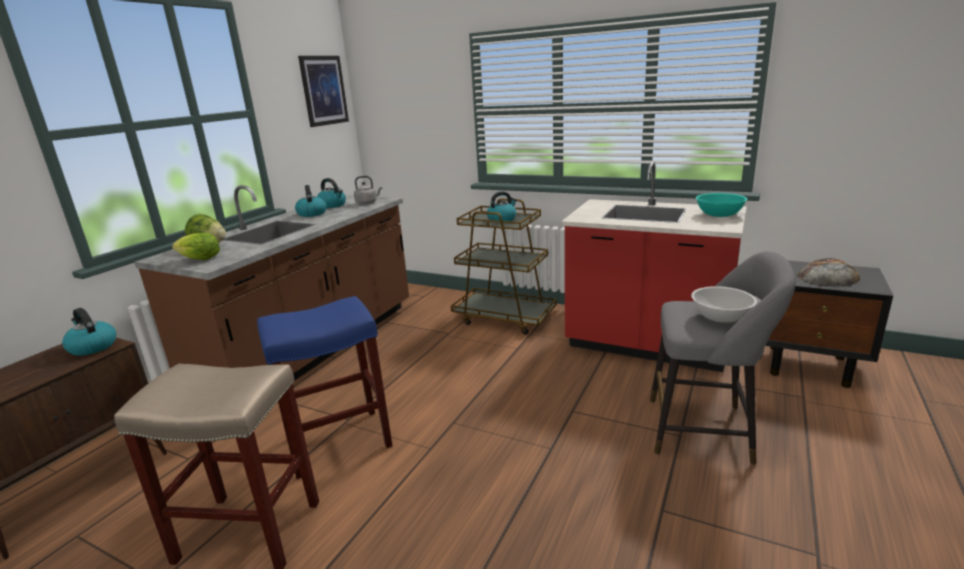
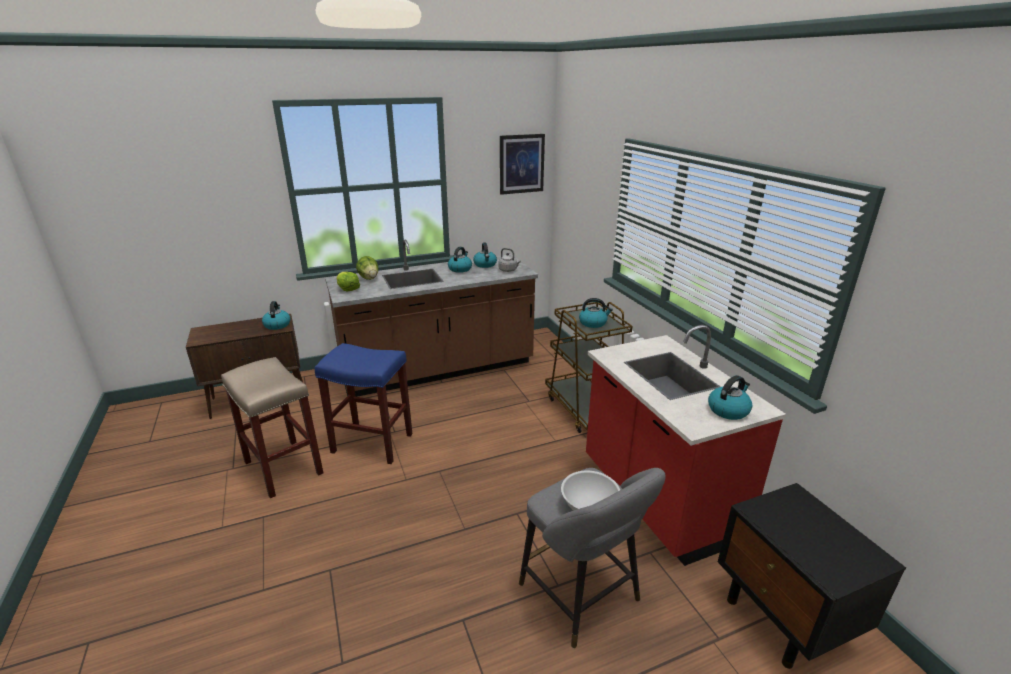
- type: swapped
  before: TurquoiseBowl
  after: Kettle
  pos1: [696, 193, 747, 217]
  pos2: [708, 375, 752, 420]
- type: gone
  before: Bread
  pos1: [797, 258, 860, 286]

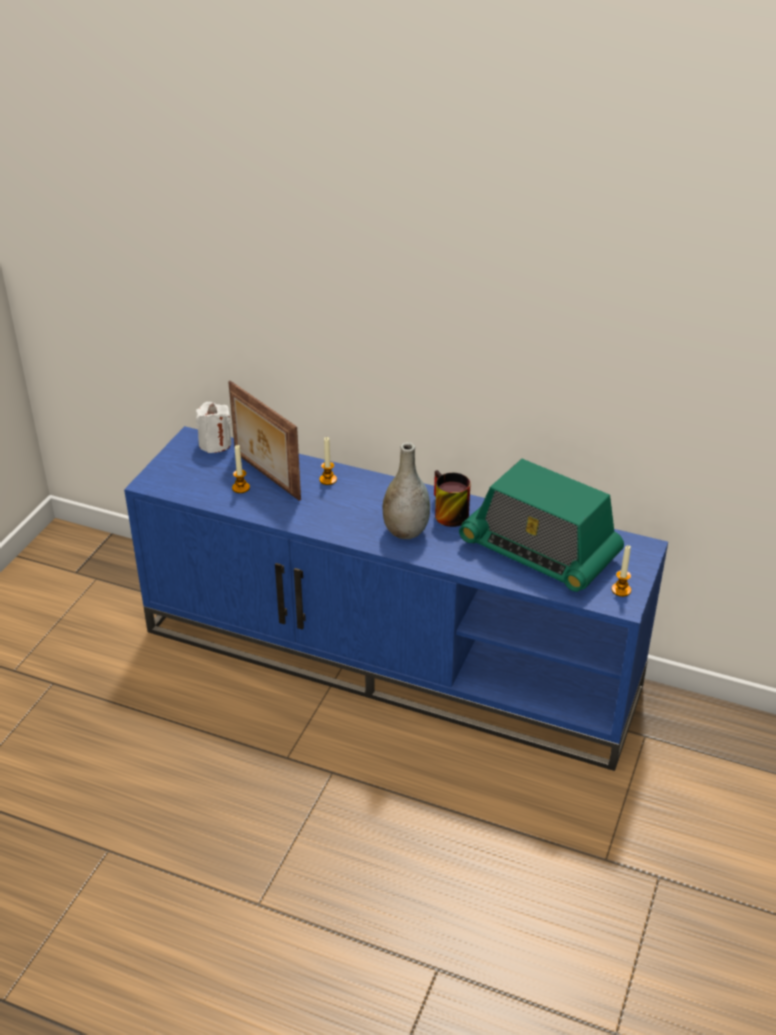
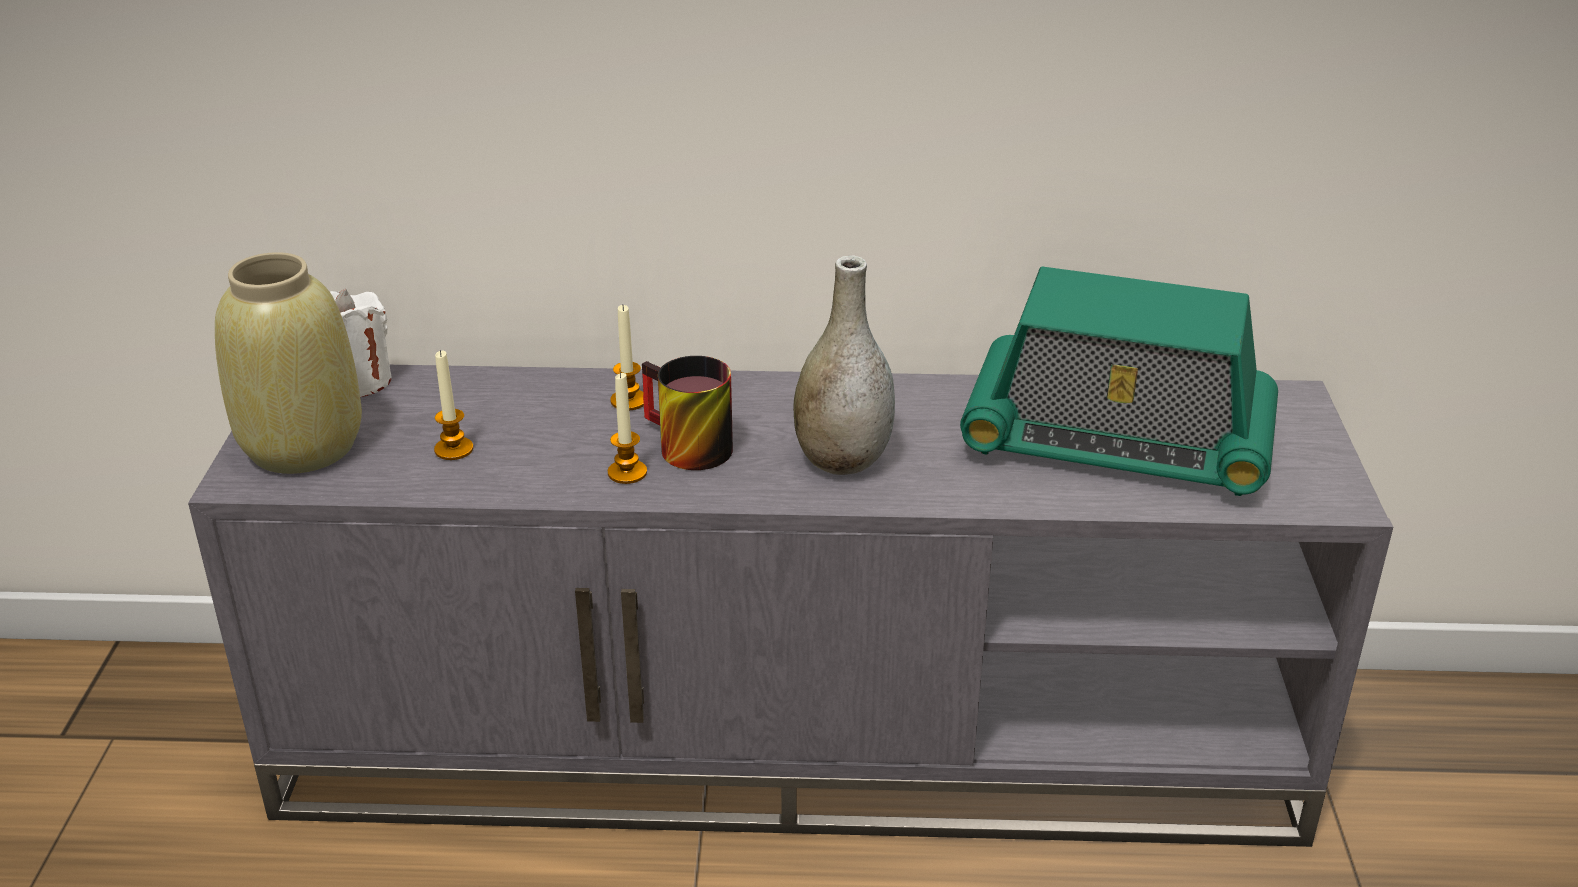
- type: gone
  before: PictureFrame
  pos1: [228, 381, 301, 501]
- type: repainted
  before: BlueTvStand
  after: GreyTvStand
  pos1: [124, 426, 668, 771]
  pos2: [188, 365, 1393, 847]
- type: shifted
  before: Mug
  pos1: [434, 470, 471, 527]
  pos2: [642, 356, 733, 470]
- type: shifted
  before: Candle
  pos1: [611, 545, 631, 597]
  pos2: [608, 372, 647, 484]
- type: new
  after: BeigeVase
  pos2: [215, 252, 362, 474]

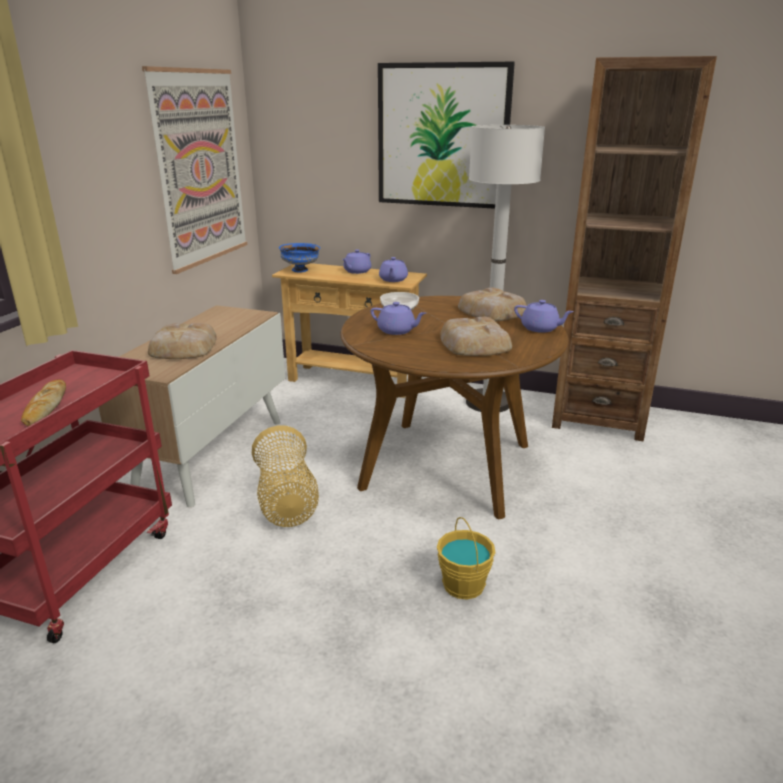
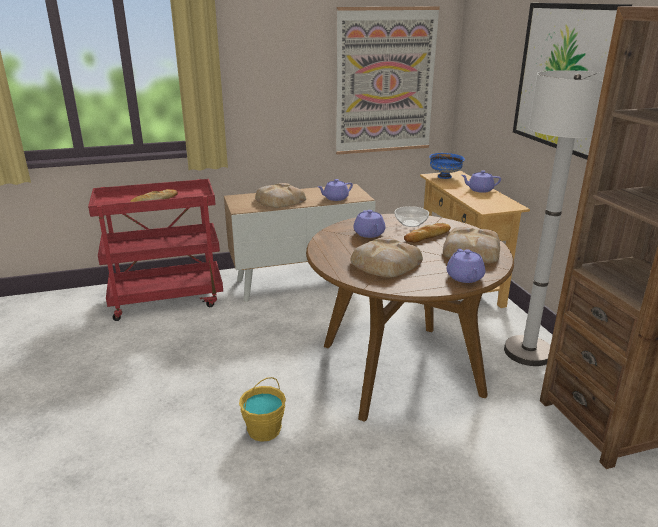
- type: shifted
  before: PurpleTeapot
  pos1: [379, 257, 408, 282]
  pos2: [318, 179, 353, 201]
- type: gone
  before: Basket
  pos1: [252, 425, 319, 527]
- type: new
  after: Bread
  pos2: [404, 223, 451, 243]

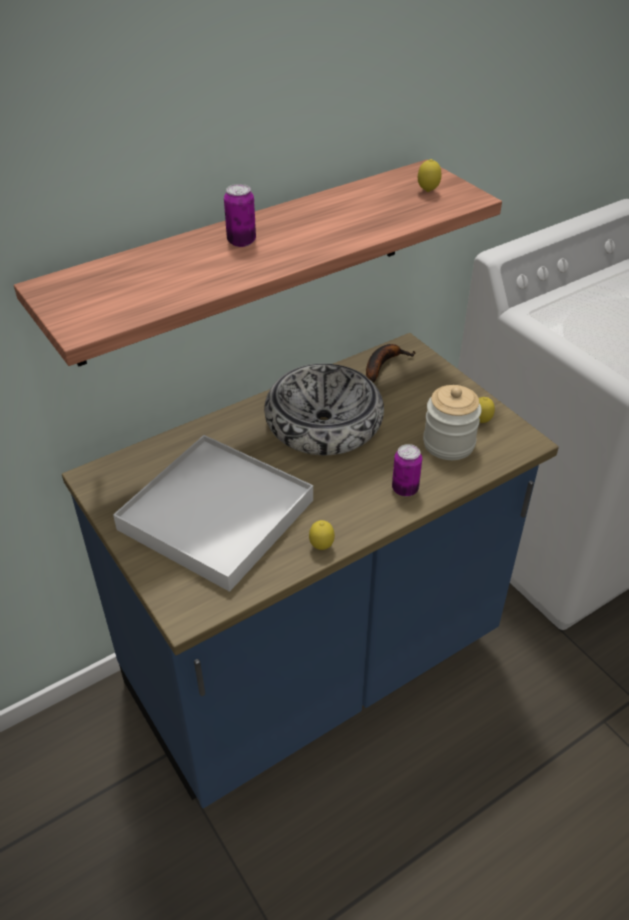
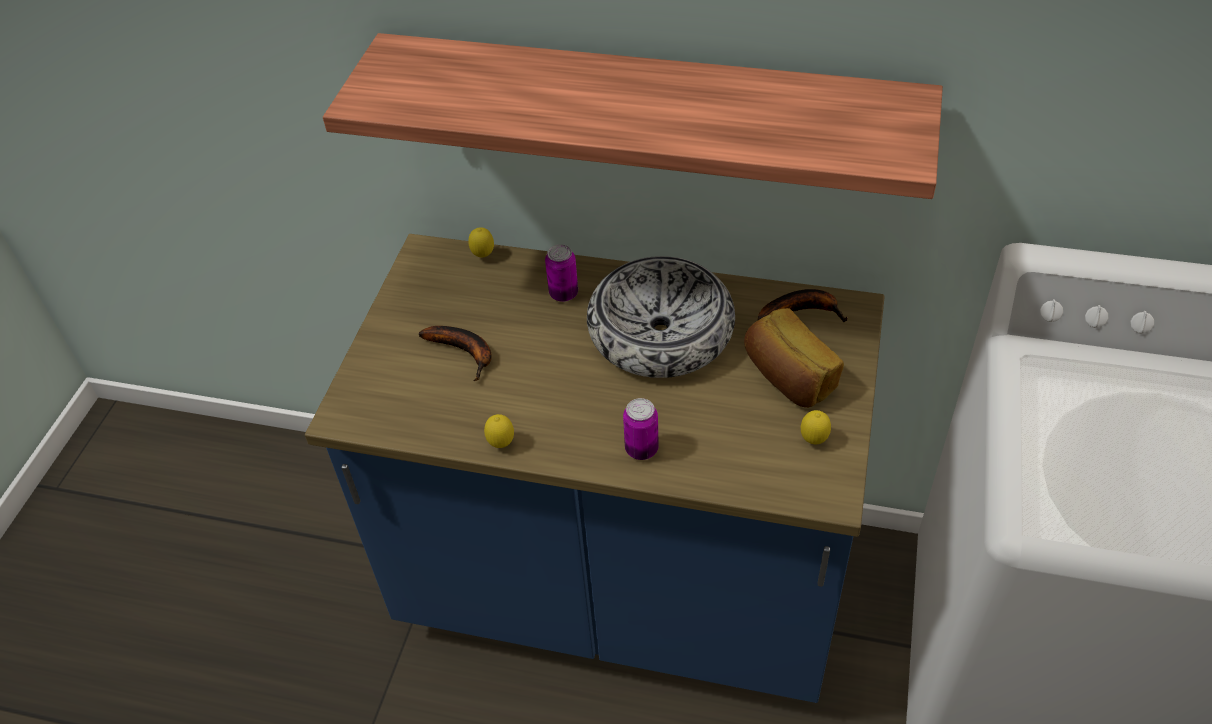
- type: shifted
  before: Lemon
  pos1: [418, 159, 441, 192]
  pos2: [468, 227, 494, 257]
- type: shifted
  before: Can
  pos1: [224, 184, 256, 247]
  pos2: [545, 244, 578, 302]
- type: gone
  before: Jar
  pos1: [423, 385, 482, 460]
- type: swapped
  before: WhiteTray
  after: Banana
  pos1: [113, 435, 313, 592]
  pos2: [418, 326, 492, 381]
- type: new
  after: Bread
  pos2: [744, 308, 844, 408]

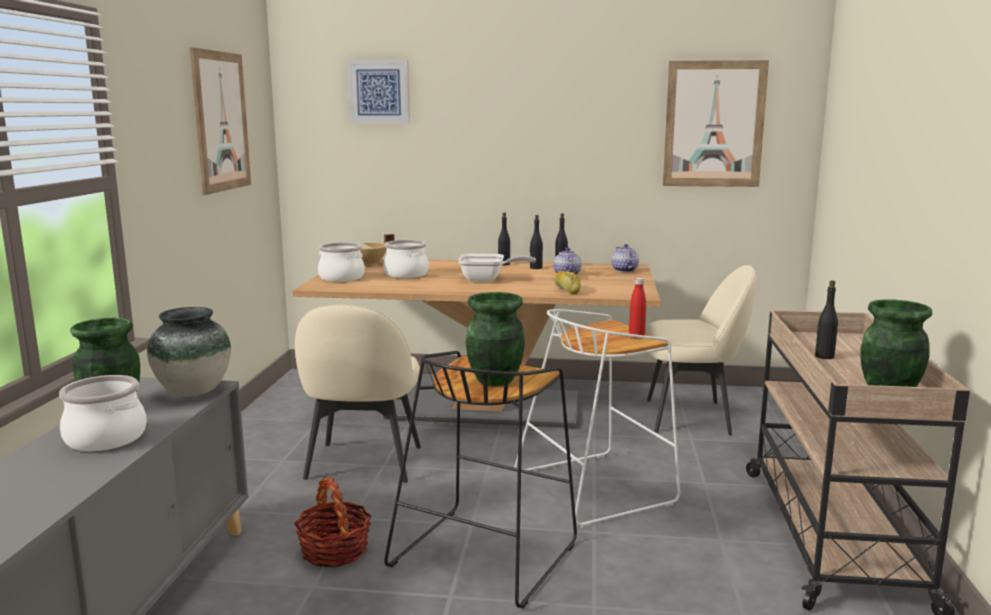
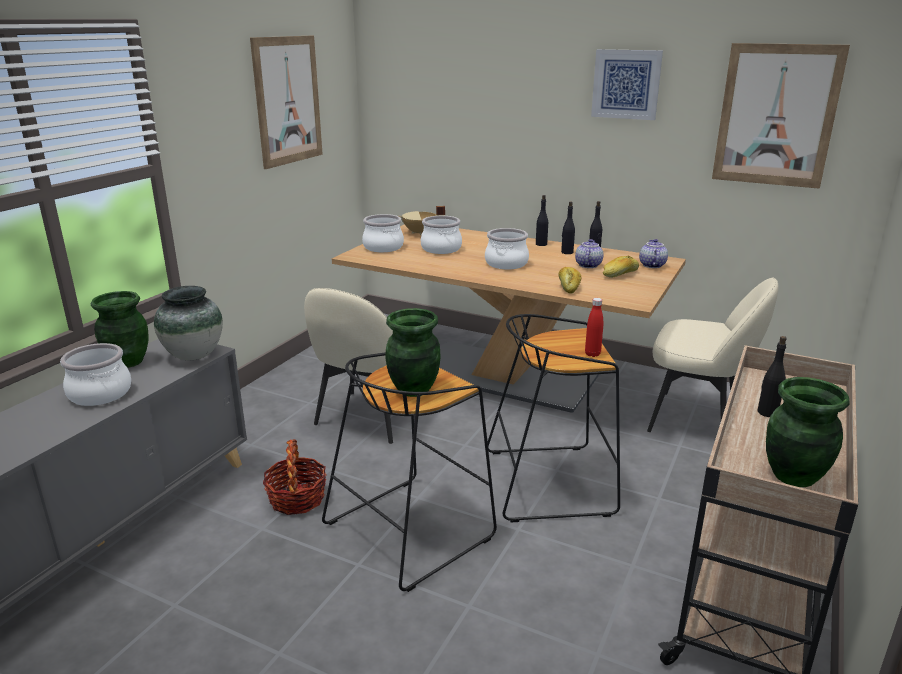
- type: shifted
  before: Picture
  pos1: [347, 60, 410, 124]
  pos2: [591, 49, 663, 120]
- type: swapped
  before: FryingPan
  after: CookingPot
  pos1: [458, 254, 536, 282]
  pos2: [485, 228, 529, 270]
- type: repainted
  before: WhiteStool
  after: BlackStool
  pos1: [515, 309, 680, 528]
  pos2: [488, 314, 620, 522]
- type: new
  after: Bread
  pos2: [603, 255, 639, 278]

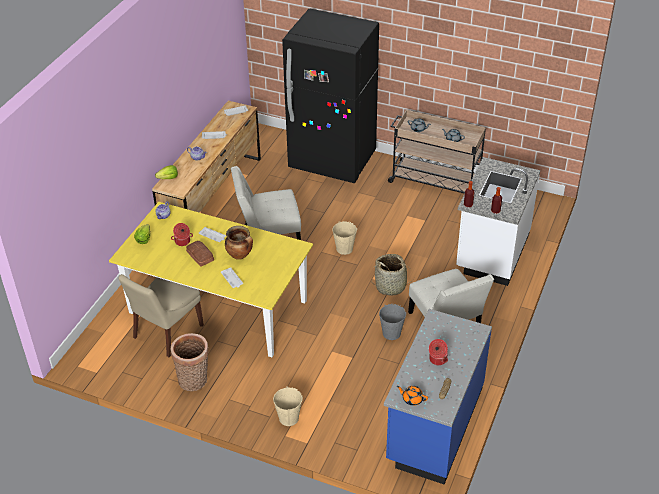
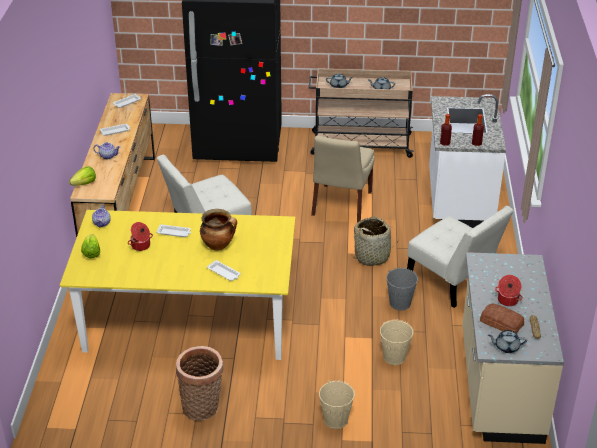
- type: shifted
  before: BeigeBucket
  pos1: [332, 221, 357, 255]
  pos2: [380, 320, 414, 365]
- type: shifted
  before: Bread
  pos1: [186, 241, 214, 267]
  pos2: [480, 304, 524, 334]
- type: shifted
  before: BeigeChair
  pos1: [119, 274, 204, 357]
  pos2: [311, 135, 375, 223]
- type: repainted
  before: BlueCounter
  after: BeigeCounter
  pos1: [384, 309, 492, 484]
  pos2: [462, 252, 564, 444]
- type: repainted
  before: OrangeTeapot
  after: GreyTeapot
  pos1: [397, 386, 428, 406]
  pos2: [488, 330, 527, 353]

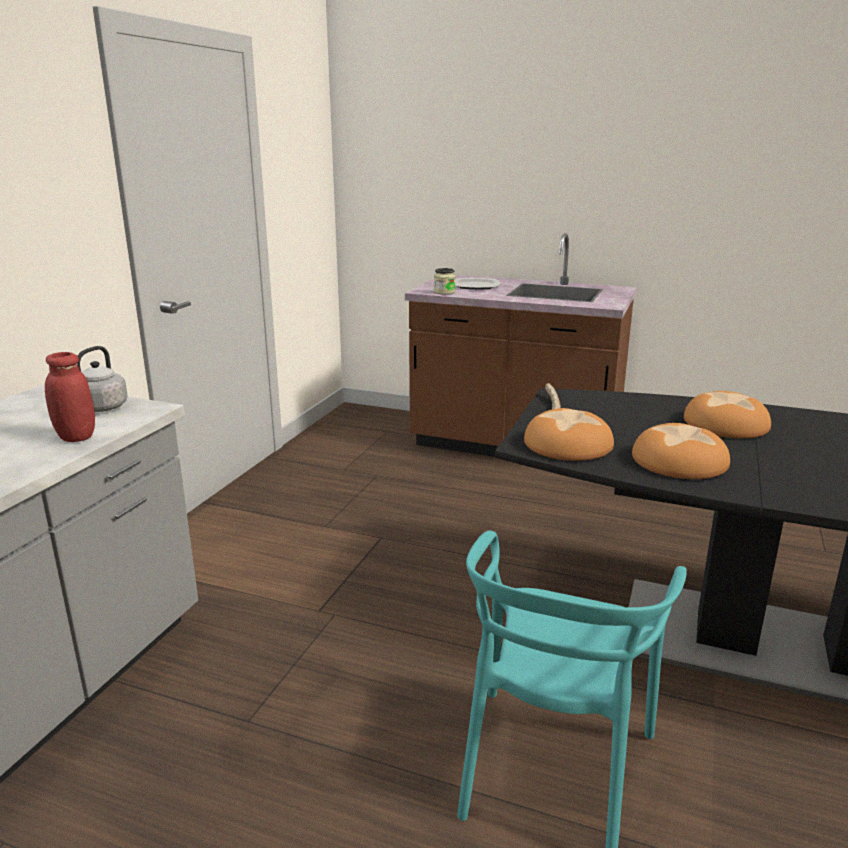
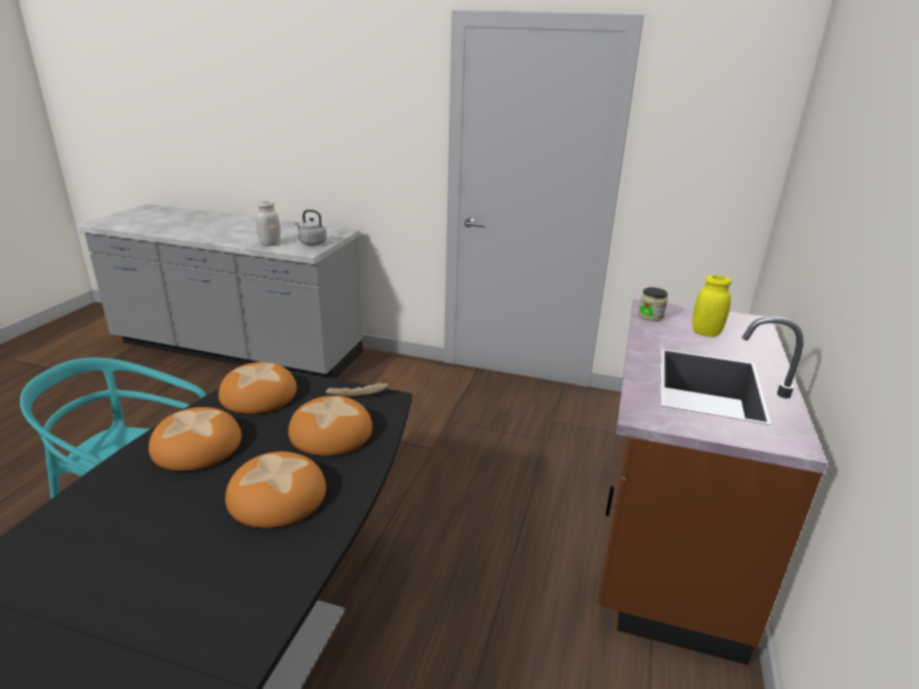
- type: swapped
  before: Plate
  after: YellowJar
  pos1: [455, 278, 501, 289]
  pos2: [692, 275, 732, 337]
- type: repainted
  before: RedJar
  after: WhiteJar
  pos1: [45, 352, 95, 442]
  pos2: [256, 201, 281, 246]
- type: new
  after: Bread
  pos2: [288, 396, 372, 456]

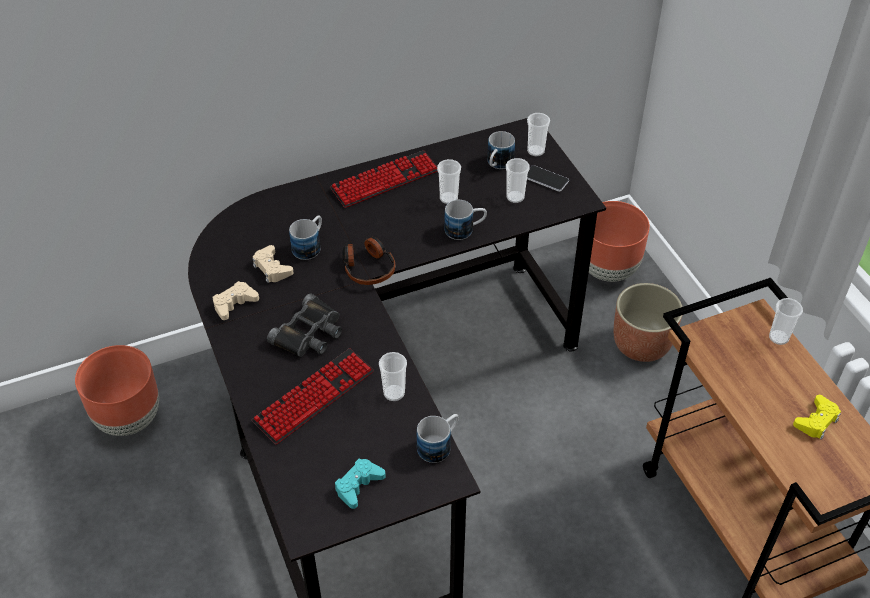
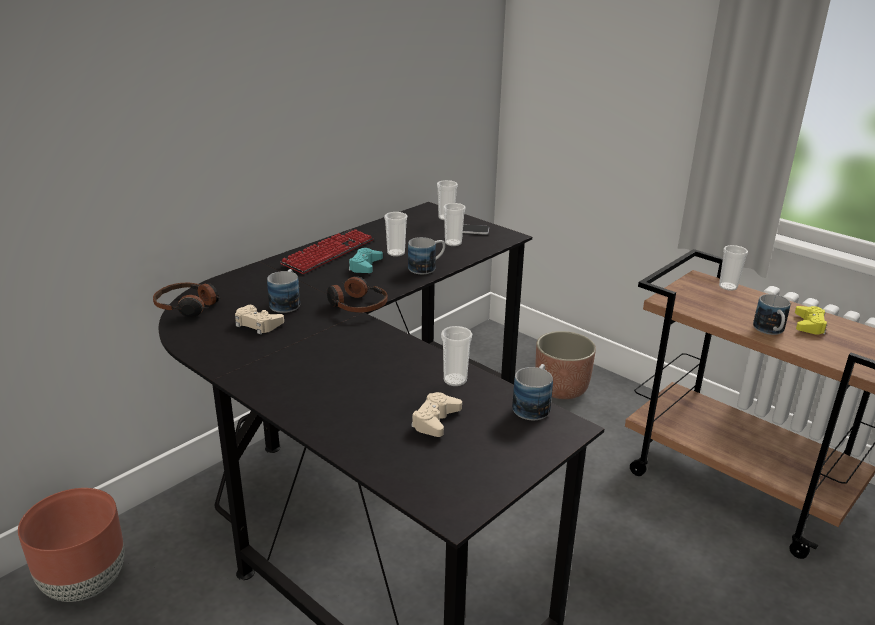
- type: shifted
  before: Mug
  pos1: [487, 131, 515, 169]
  pos2: [753, 294, 791, 335]
- type: gone
  before: BrownPlanter
  pos1: [589, 201, 650, 282]
- type: shifted
  before: BeigeGameController
  pos1: [213, 281, 259, 320]
  pos2: [411, 392, 462, 437]
- type: gone
  before: BlackBinoculars
  pos1: [267, 293, 342, 357]
- type: gone
  before: Keyboard
  pos1: [252, 348, 374, 444]
- type: shifted
  before: TurquoiseGameController
  pos1: [335, 459, 386, 509]
  pos2: [349, 248, 383, 273]
- type: new
  after: Headphones
  pos2: [153, 282, 221, 317]

